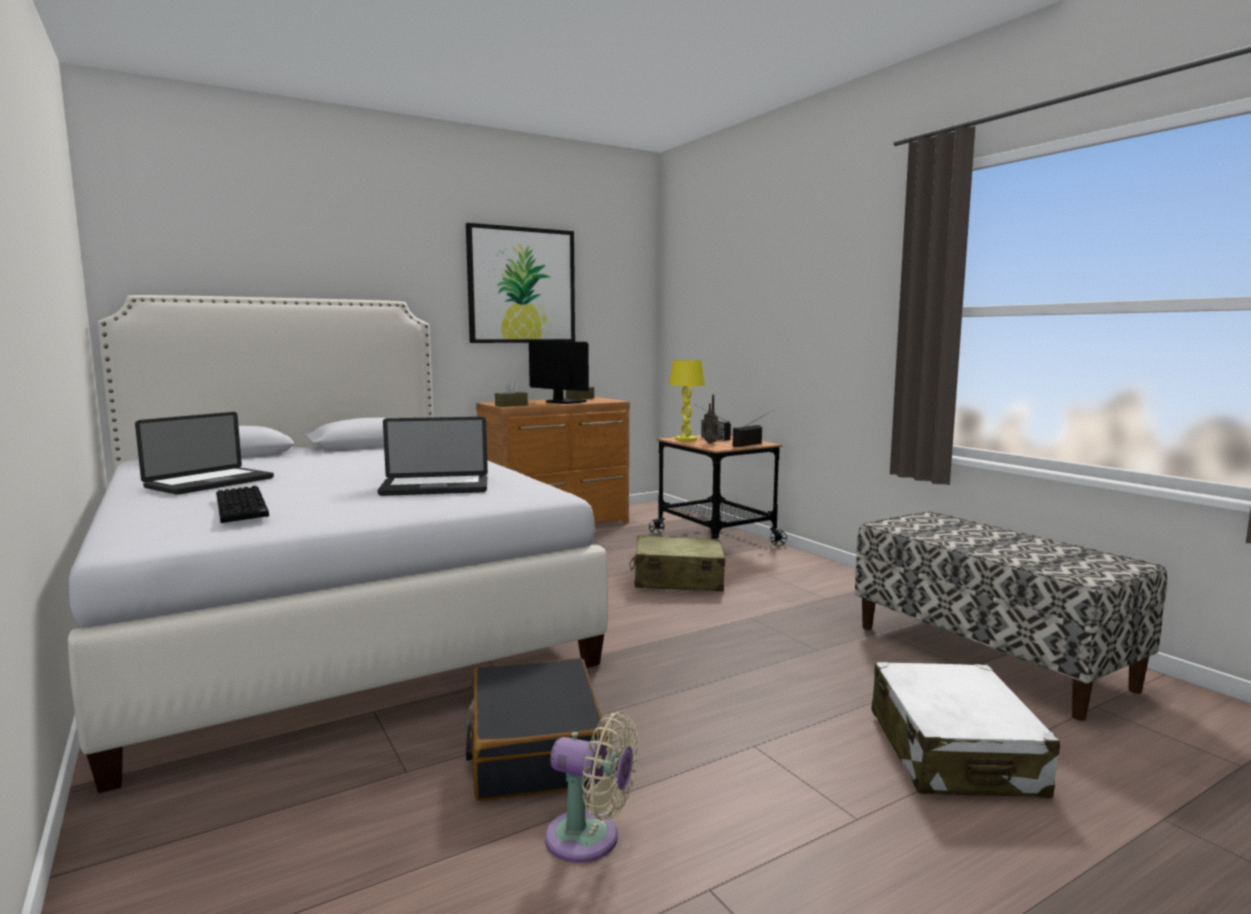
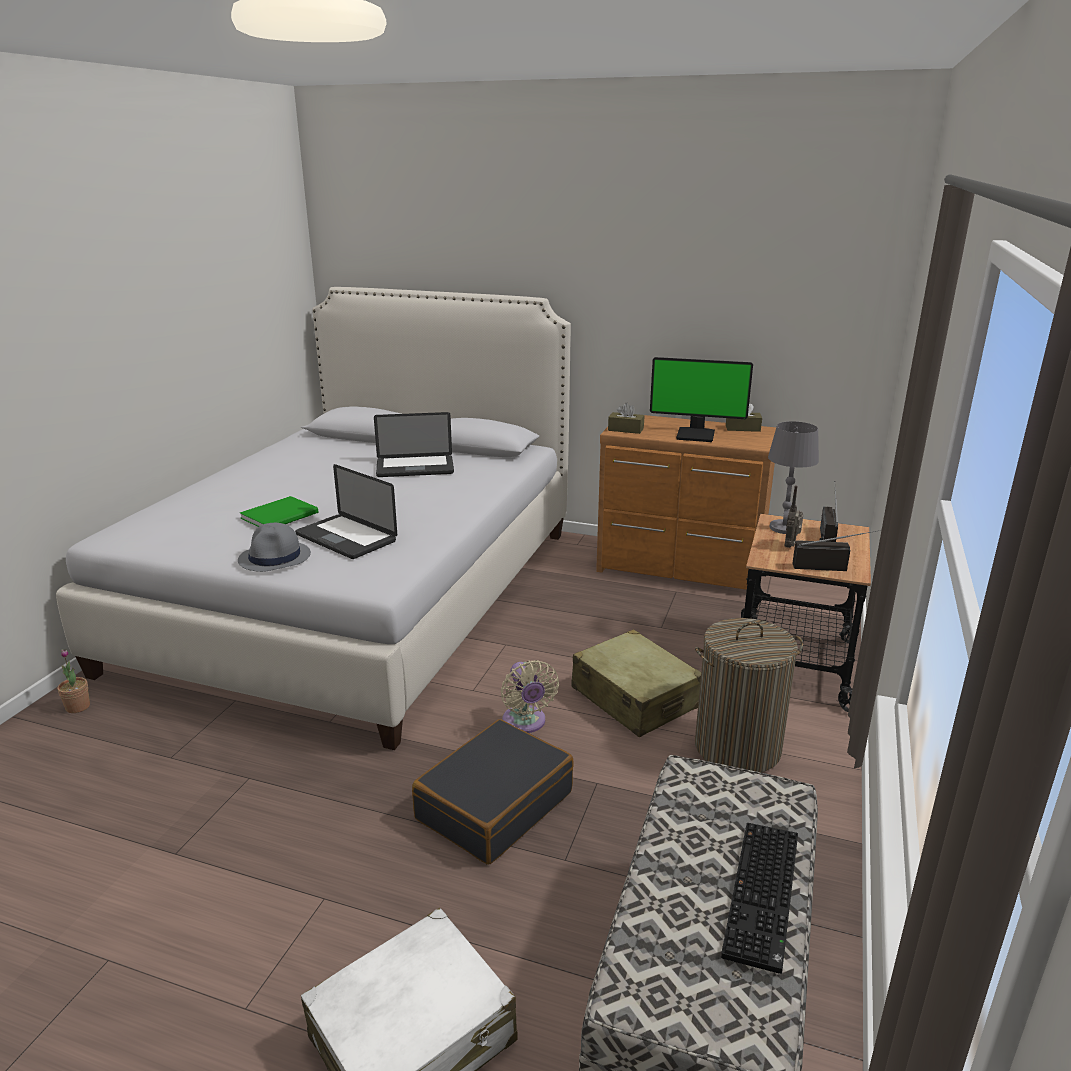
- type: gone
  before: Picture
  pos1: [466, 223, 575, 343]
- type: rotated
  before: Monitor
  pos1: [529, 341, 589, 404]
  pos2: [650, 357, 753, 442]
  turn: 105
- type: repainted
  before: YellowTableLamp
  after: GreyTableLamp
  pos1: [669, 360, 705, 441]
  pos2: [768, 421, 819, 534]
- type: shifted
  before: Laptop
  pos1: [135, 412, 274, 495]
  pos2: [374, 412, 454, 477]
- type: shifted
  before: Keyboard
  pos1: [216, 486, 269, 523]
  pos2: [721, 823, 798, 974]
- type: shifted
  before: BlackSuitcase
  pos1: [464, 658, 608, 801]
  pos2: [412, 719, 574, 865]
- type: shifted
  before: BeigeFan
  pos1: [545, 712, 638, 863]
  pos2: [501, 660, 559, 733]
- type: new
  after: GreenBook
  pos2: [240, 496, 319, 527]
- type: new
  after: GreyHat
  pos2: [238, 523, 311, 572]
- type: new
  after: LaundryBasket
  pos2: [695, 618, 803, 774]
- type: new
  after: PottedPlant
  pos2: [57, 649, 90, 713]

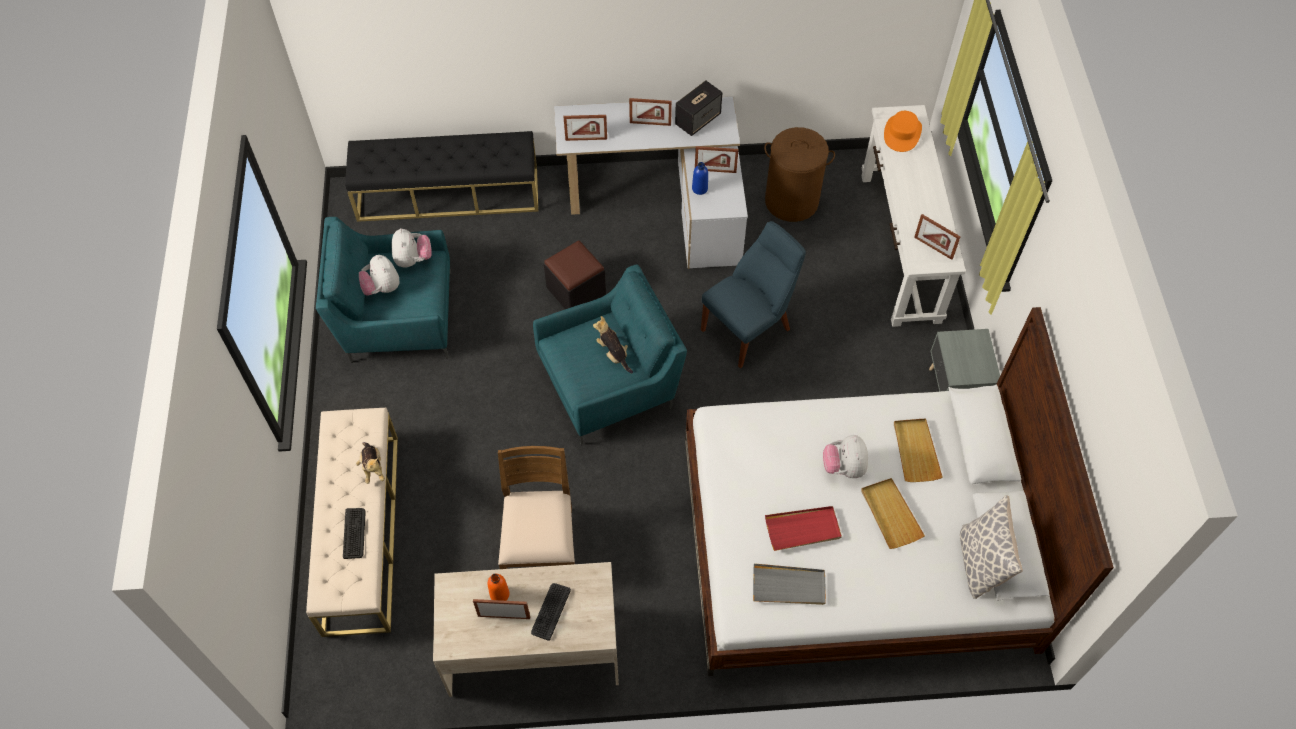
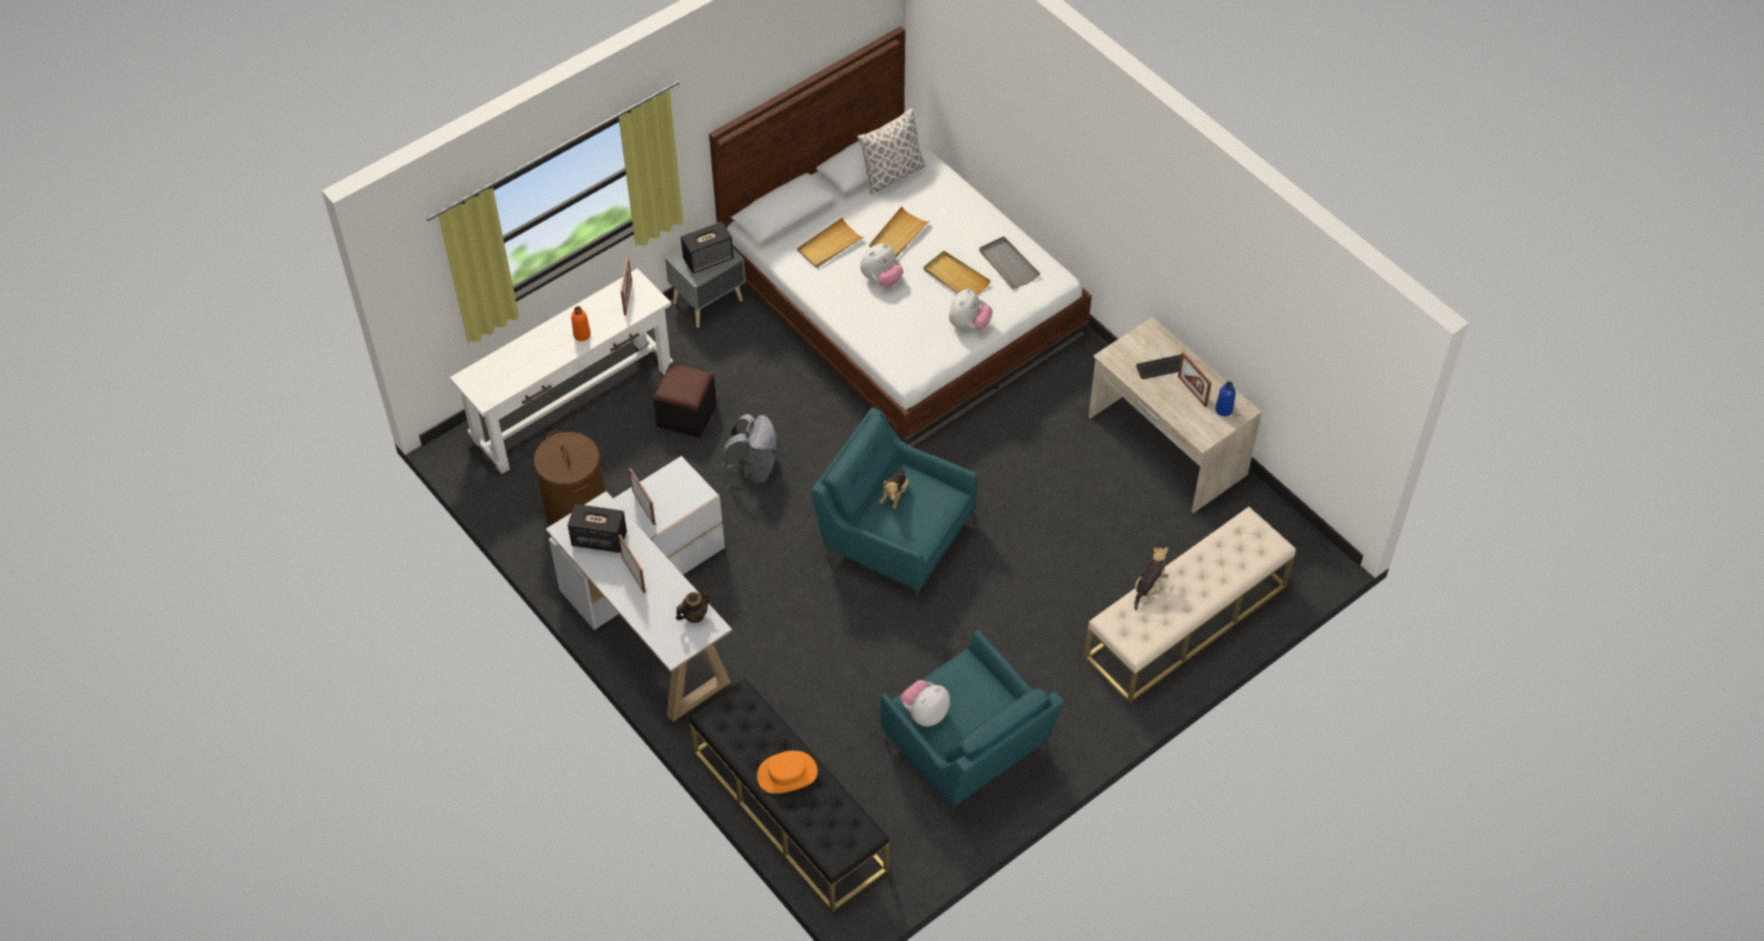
- type: shifted
  before: OrangeHat
  pos1: [884, 111, 922, 152]
  pos2: [757, 751, 818, 794]
- type: swapped
  before: PictureFrame
  after: Teapot
  pos1: [564, 115, 607, 141]
  pos2: [676, 589, 711, 623]
- type: shifted
  before: BlueBottle
  pos1: [692, 162, 708, 195]
  pos2: [1215, 381, 1236, 416]
- type: swapped
  before: BlueChair
  after: GreyBackpack
  pos1: [701, 221, 806, 368]
  pos2: [722, 414, 777, 484]
- type: shifted
  before: BlackOttoman
  pos1: [544, 240, 606, 309]
  pos2: [653, 363, 717, 438]
- type: shifted
  before: PlushToy
  pos1: [359, 255, 399, 295]
  pos2: [949, 288, 993, 330]
- type: gone
  before: BrownChair
  pos1: [498, 446, 575, 569]
- type: repainted
  before: RedTray
  after: BeigeTray
  pos1: [765, 506, 842, 551]
  pos2: [924, 251, 991, 295]
- type: gone
  before: Keyboard
  pos1: [343, 508, 366, 559]
- type: shifted
  before: OrangeBottle
  pos1: [488, 574, 510, 601]
  pos2: [571, 306, 591, 341]
- type: new
  after: Speaker
  pos2: [681, 221, 734, 273]

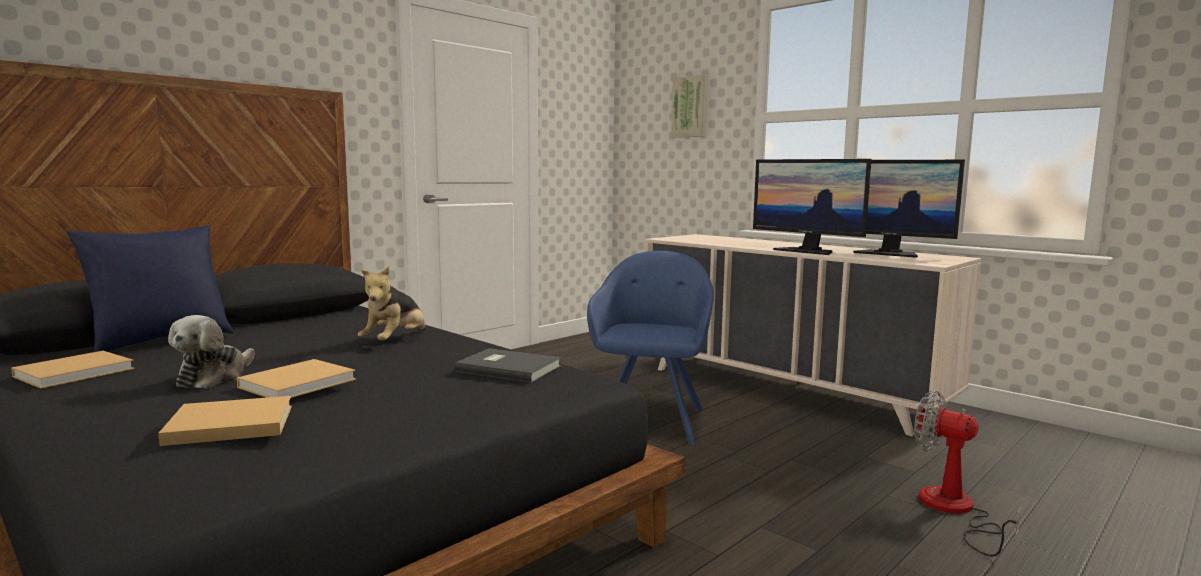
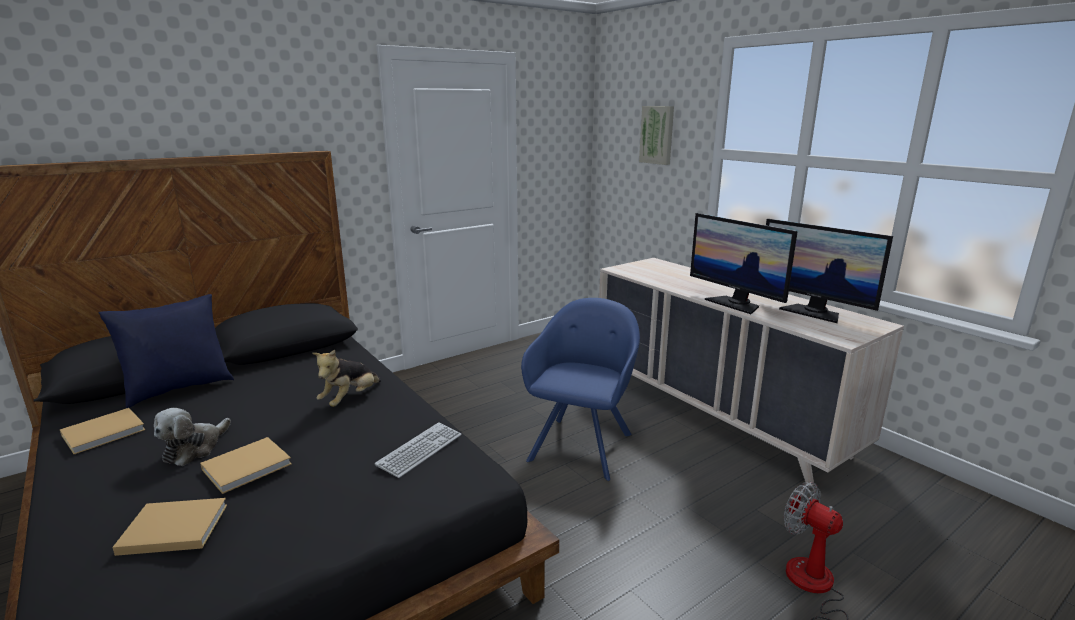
- type: swapped
  before: GreyBook
  after: Keyboard
  pos1: [455, 348, 561, 383]
  pos2: [375, 422, 461, 478]

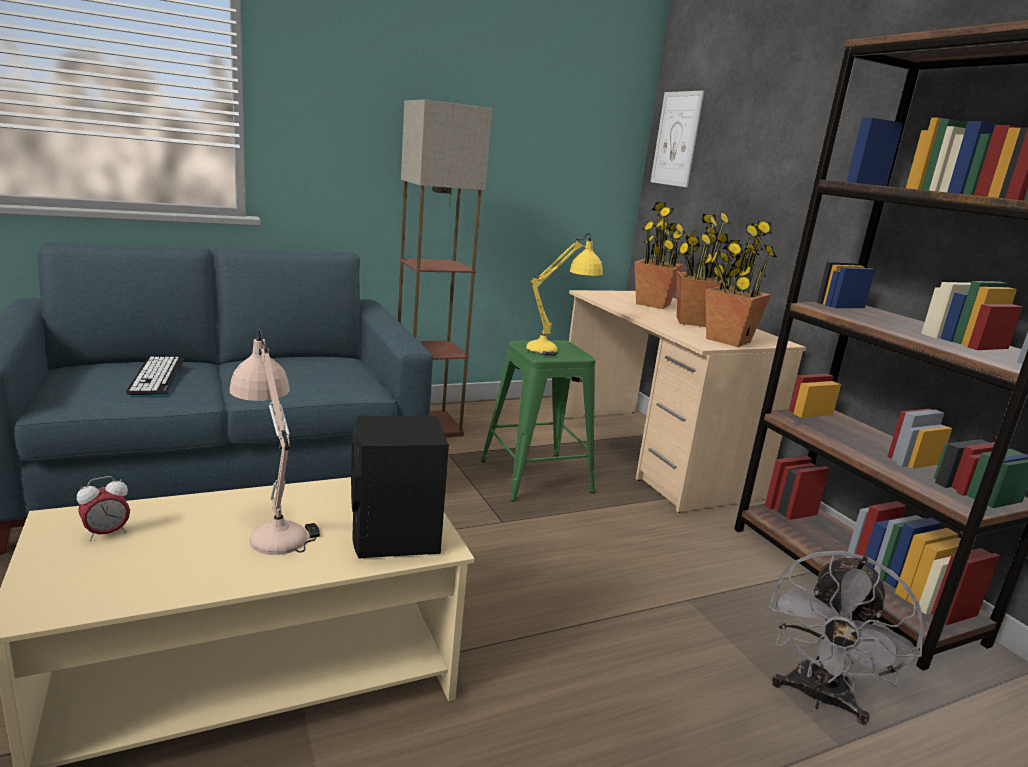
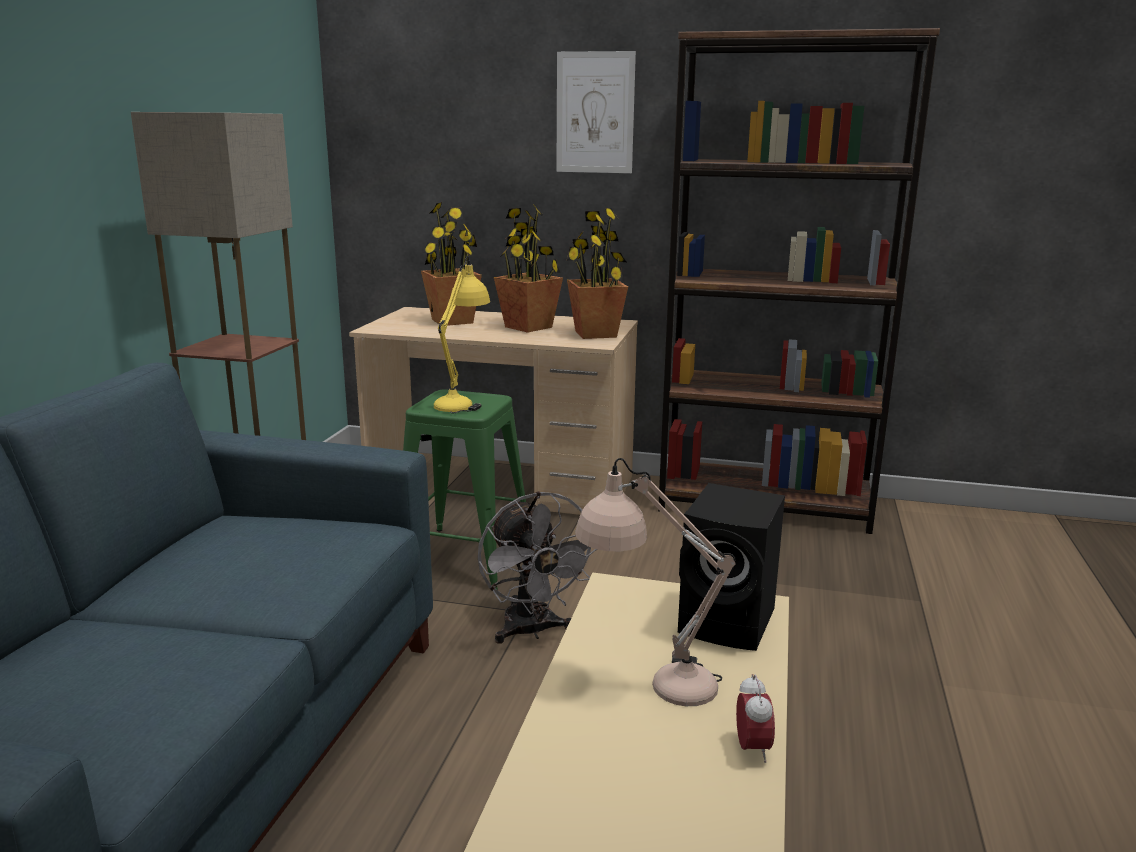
- type: shifted
  before: Picture
  pos1: [651, 91, 704, 187]
  pos2: [556, 51, 636, 173]
- type: gone
  before: Keyboard
  pos1: [126, 357, 184, 396]
- type: shifted
  before: AlarmClock
  pos1: [77, 476, 130, 541]
  pos2: [736, 674, 775, 763]
- type: shifted
  before: GreyFan
  pos1: [769, 551, 925, 725]
  pos2: [478, 491, 597, 644]

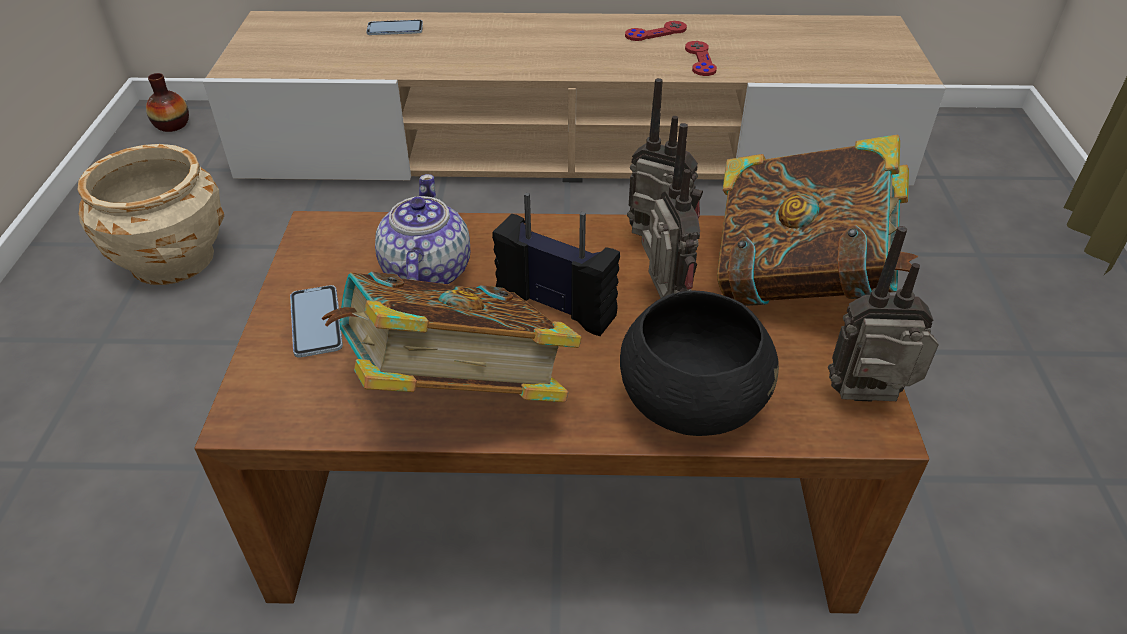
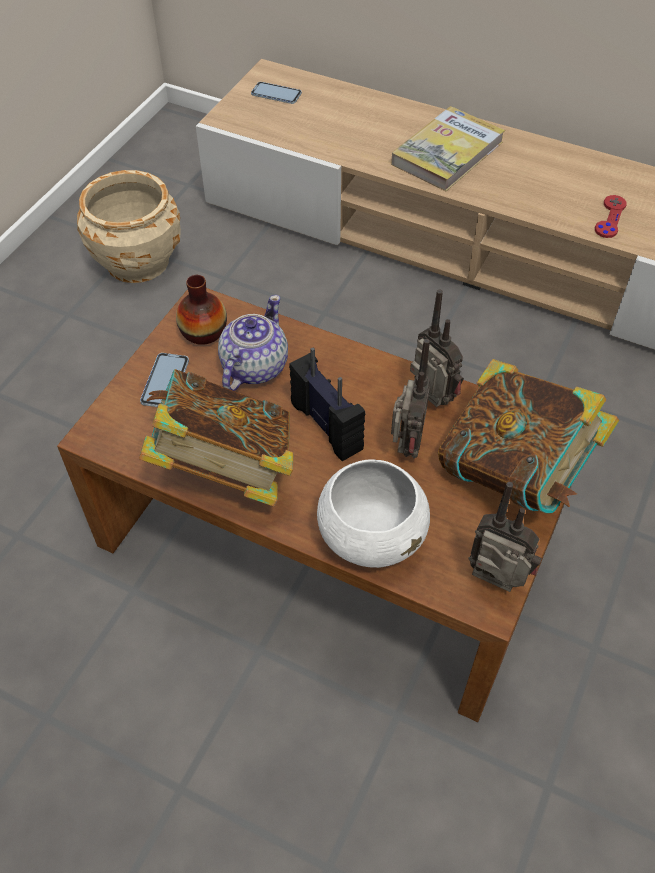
- type: shifted
  before: Phone
  pos1: [366, 20, 423, 35]
  pos2: [251, 82, 302, 104]
- type: gone
  before: RedGameController
  pos1: [625, 21, 687, 41]
- type: shifted
  before: Vase
  pos1: [146, 73, 189, 132]
  pos2: [176, 275, 227, 345]
- type: repainted
  before: BlackBowl
  after: WhiteBowl
  pos1: [620, 290, 779, 436]
  pos2: [317, 459, 430, 568]
- type: new
  after: Book
  pos2: [391, 106, 505, 191]

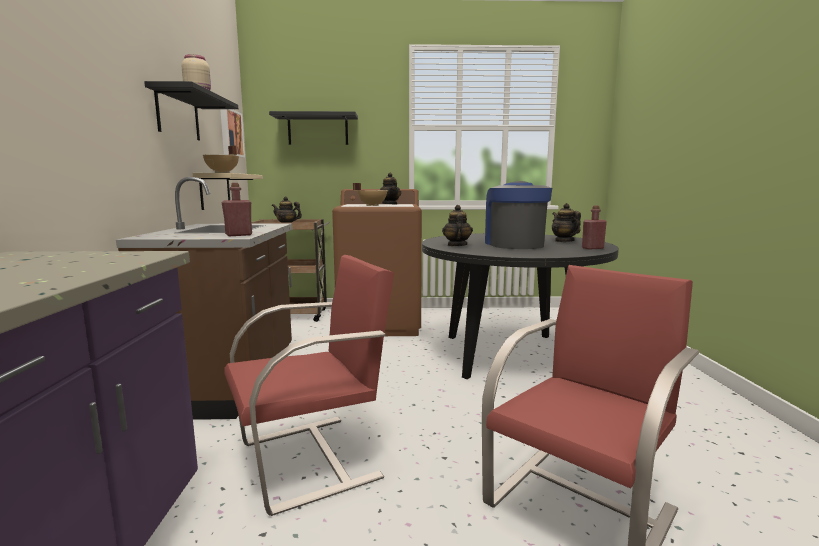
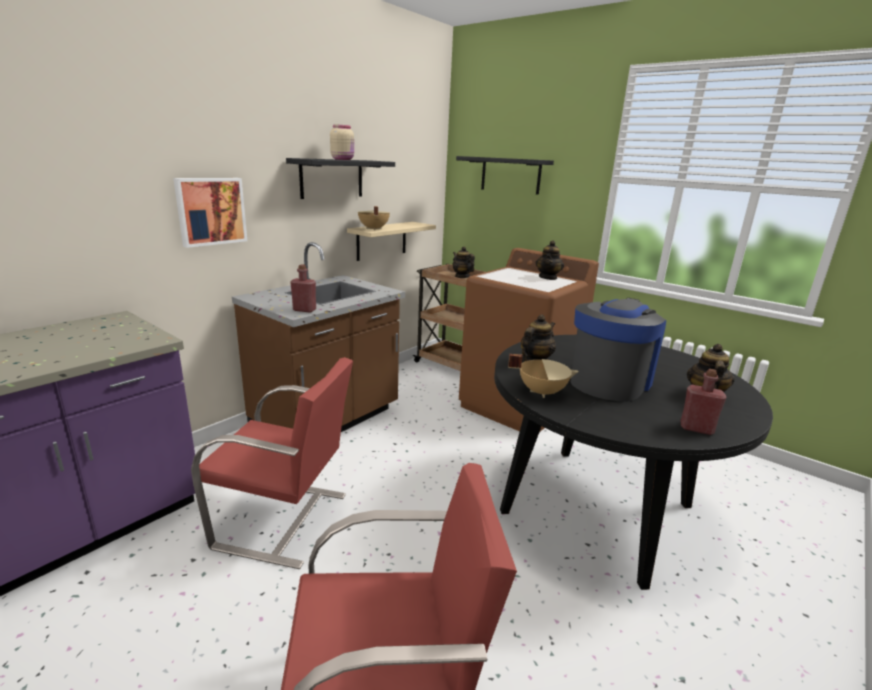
- type: shifted
  before: Picture
  pos1: [220, 109, 245, 158]
  pos2: [173, 178, 247, 248]
- type: shifted
  before: BeigeCookingPot
  pos1: [353, 183, 388, 206]
  pos2: [508, 354, 579, 398]

